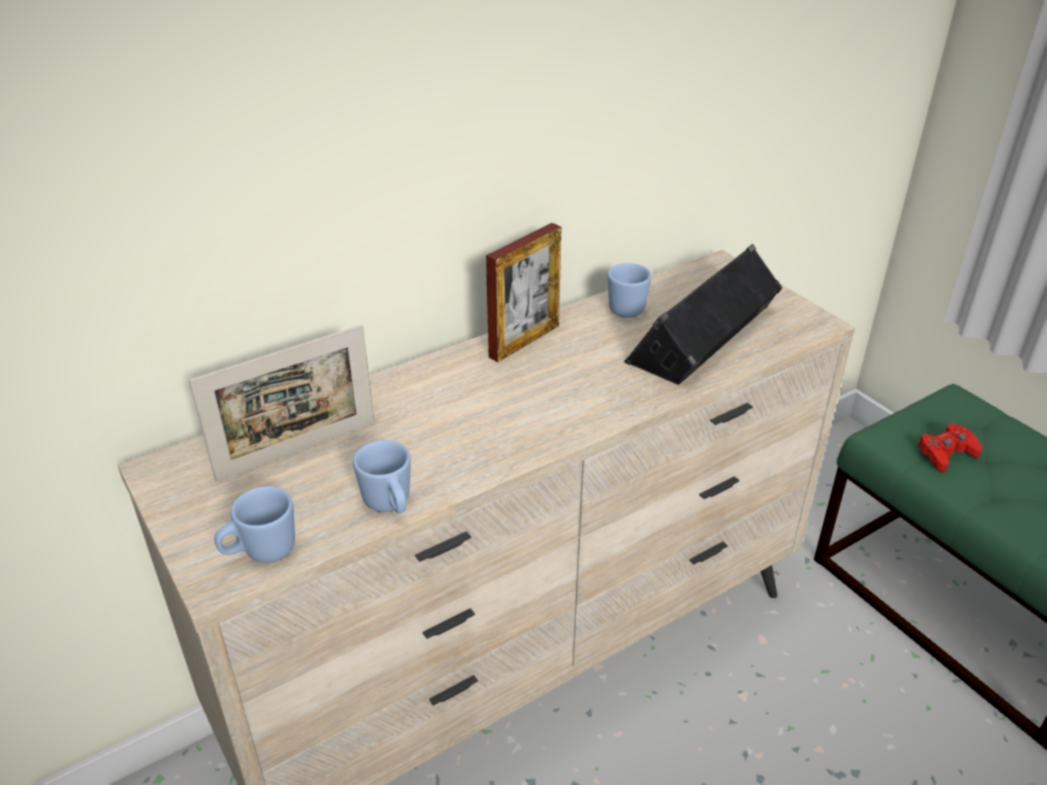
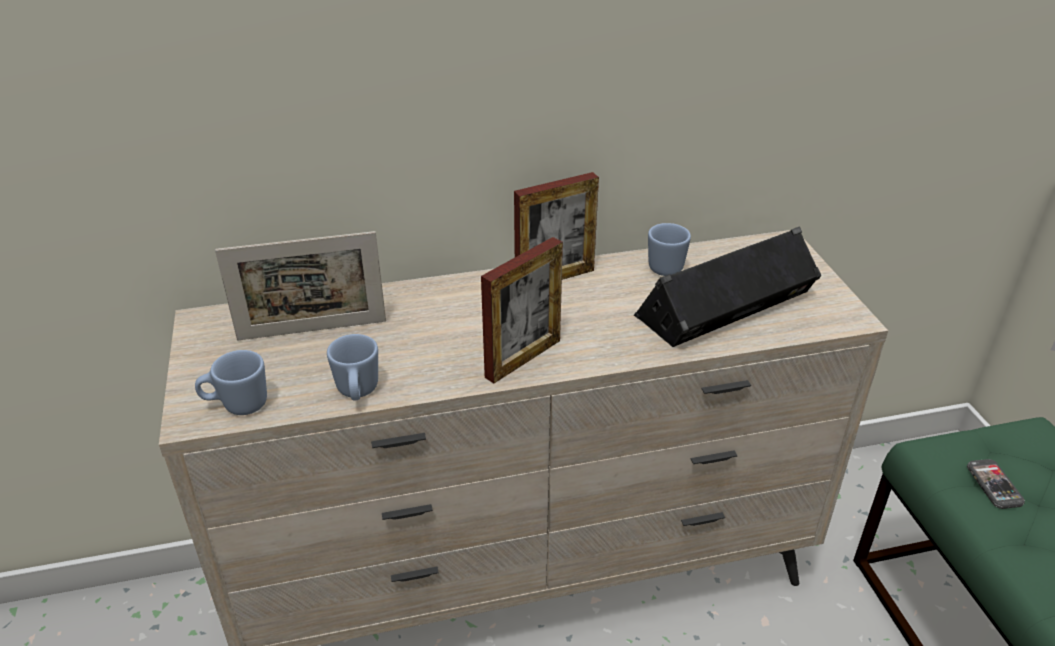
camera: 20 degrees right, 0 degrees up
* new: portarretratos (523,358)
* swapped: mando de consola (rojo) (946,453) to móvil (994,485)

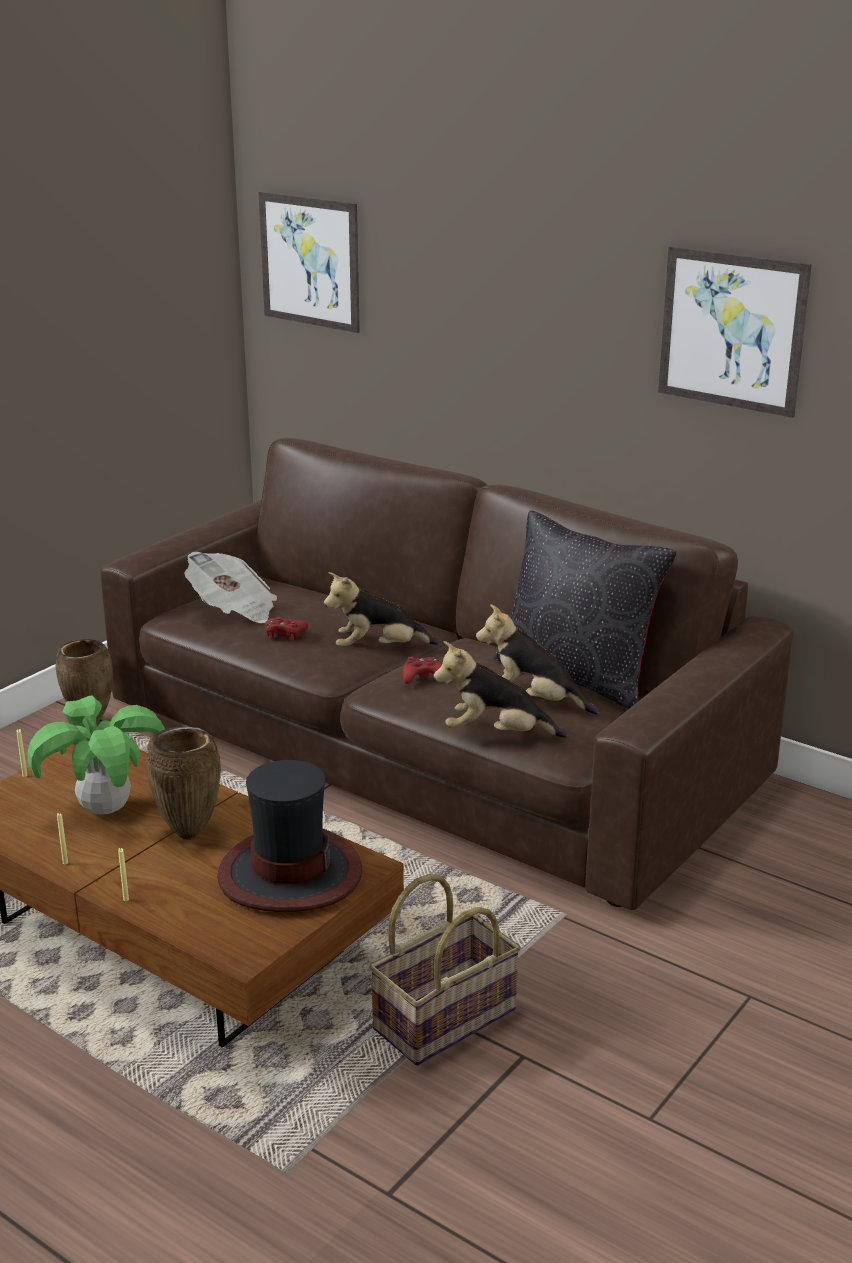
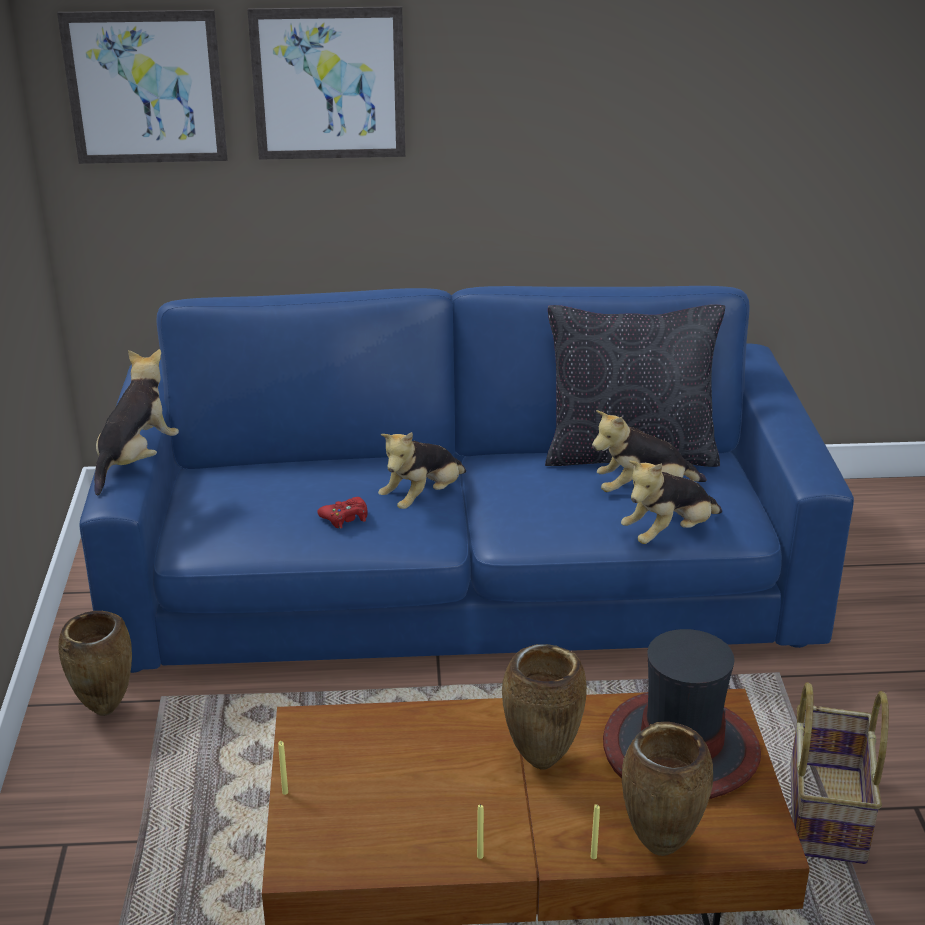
camera: 40 degrees left, 5 degrees up
* gone: planta en maceta (106,809)
* gone: periódico (233,609)
* gone: mando de consola (rojo) (423,677)
* new: peluche (136,460)
* new: florero (marrón) (658,848)
* shifted: cuadro (732,331) to (328,84)
* repainted: sofá (marrón) (426,744) to sofá (azul) (462,577)

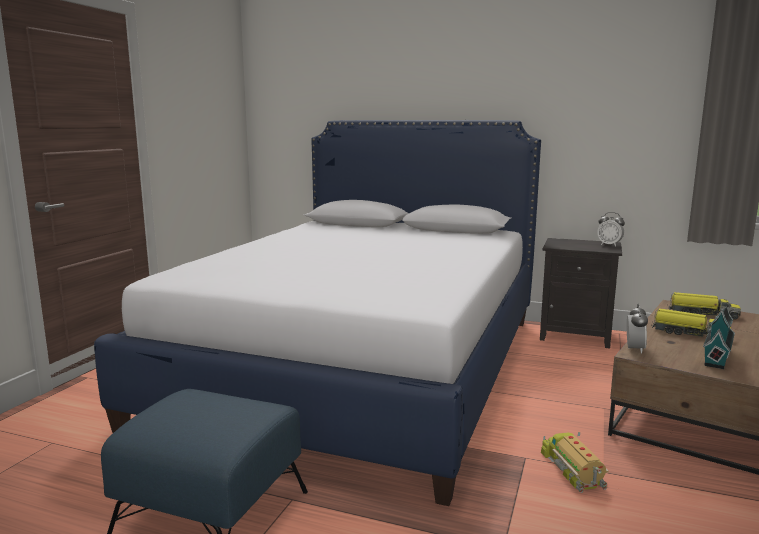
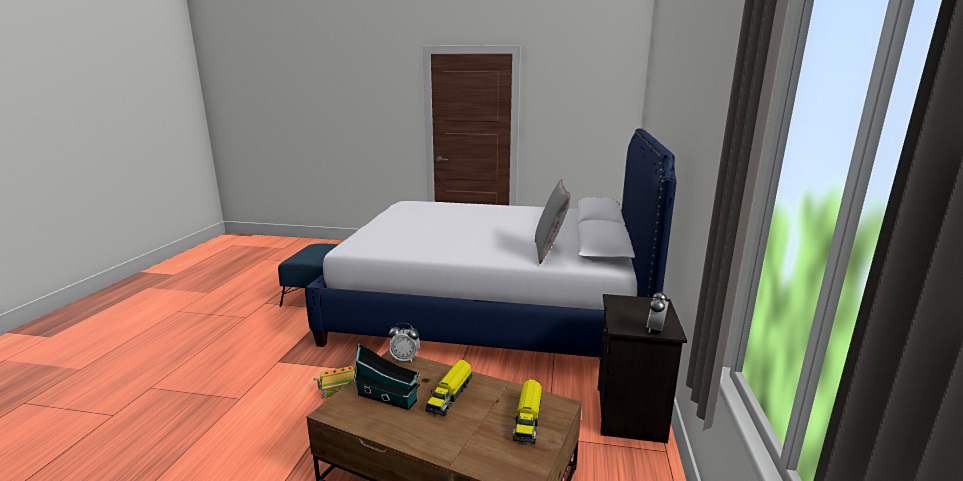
camera: 80 degrees right, 5 degrees up
* new: cojín (gris) (549,252)

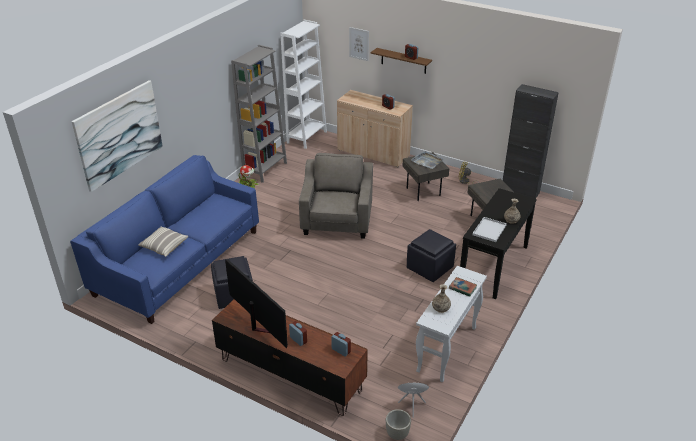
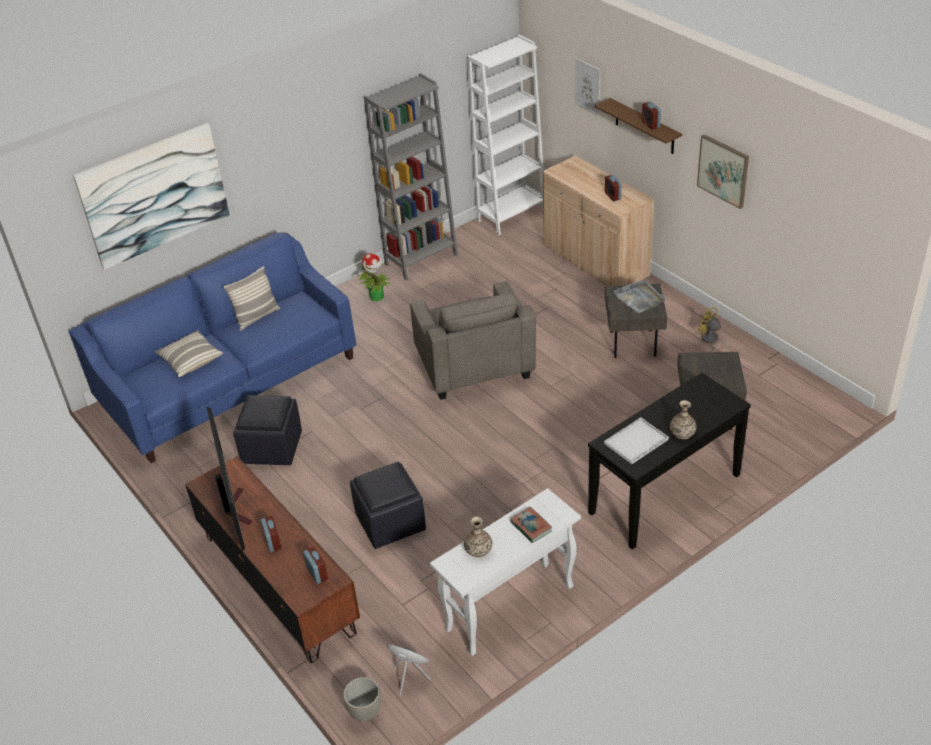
camera: 25 degrees right, 5 degrees up
* gone: armario (negro) (520,191)
* new: cojín (257,317)
* new: cuadro (723,170)
* shifted: puf (negro) (429,267) to (390,522)
* rotated: sillón (gris) (337,222) = (474,367) 135 degrees clockwise

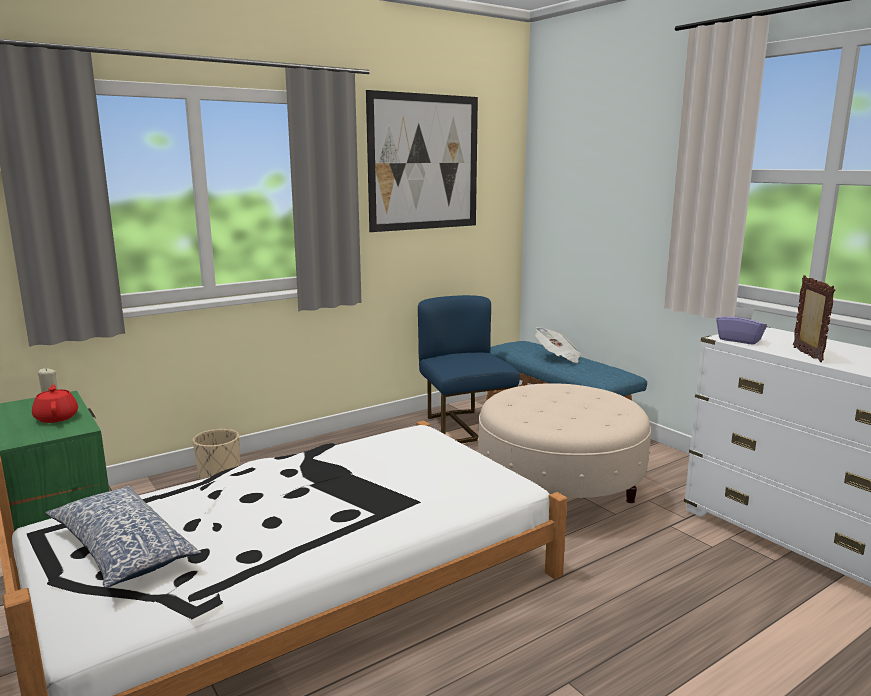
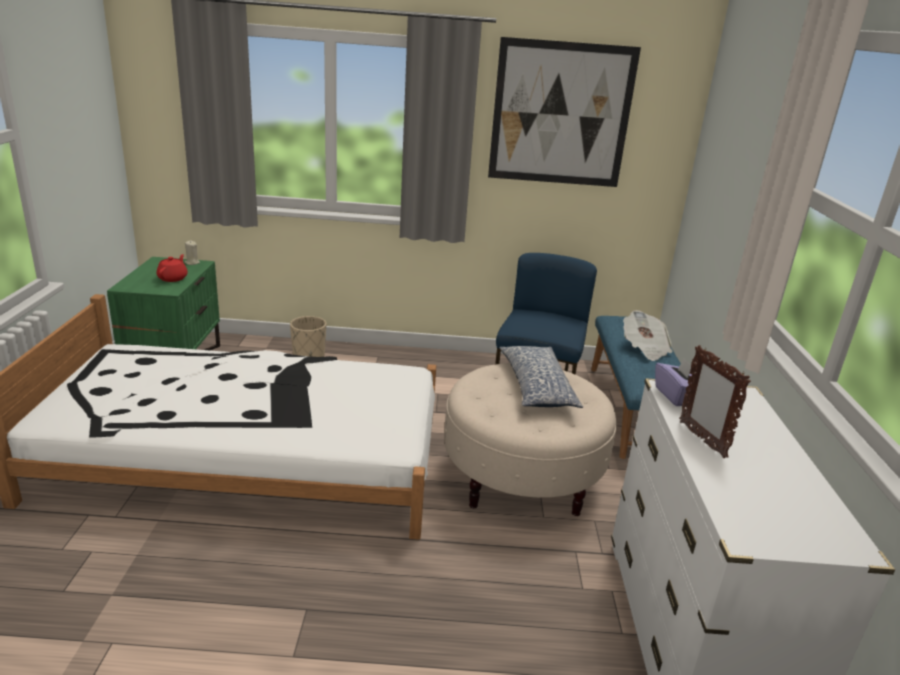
camera: 35 degrees right, 10 degrees up
* shifted: cojín (121,550) to (536,387)
* rotated: portarretratos (806,355) = (701,439) 120 degrees clockwise

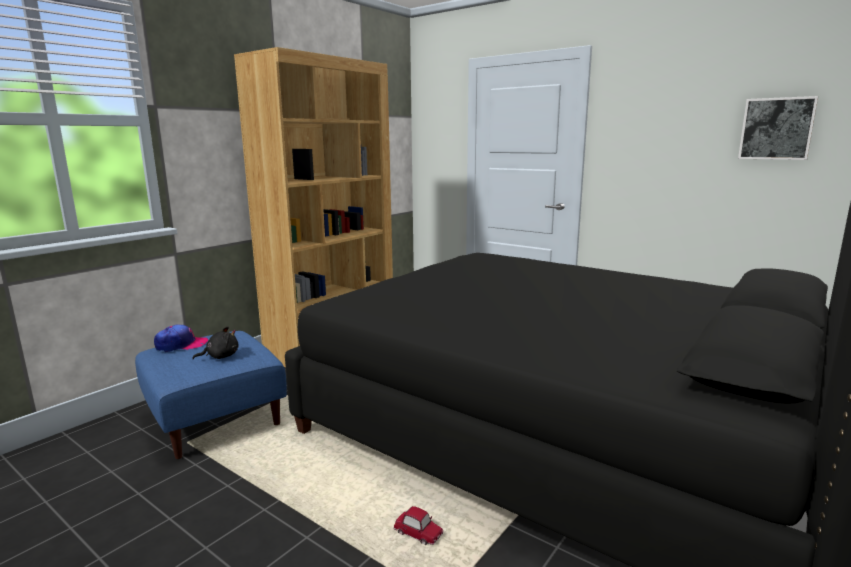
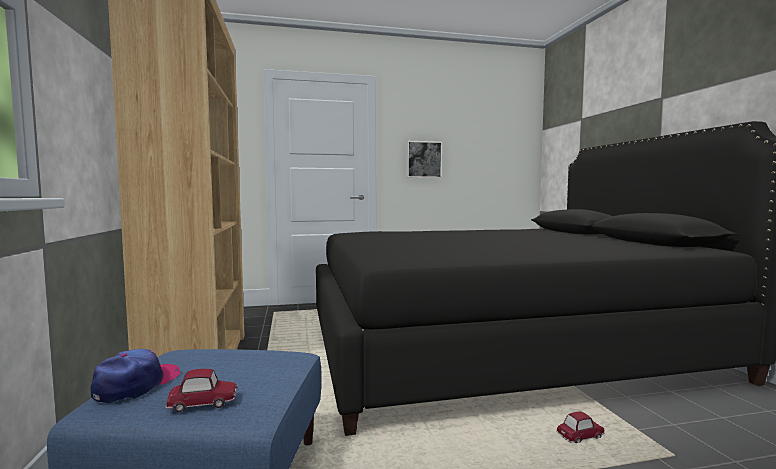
camera: 50 degrees left, 10 degrees down
* gone: peluche (negro) (220,356)
* new: coche de juguete (203,402)
* shifted: cuadro (776,128) to (423,159)

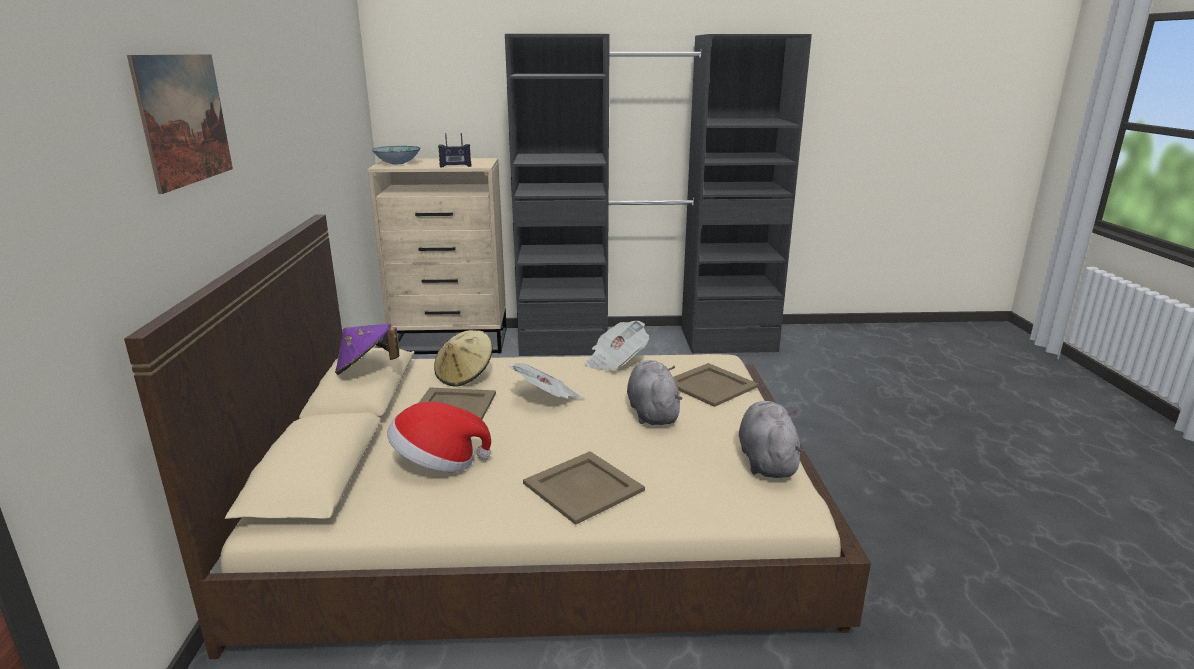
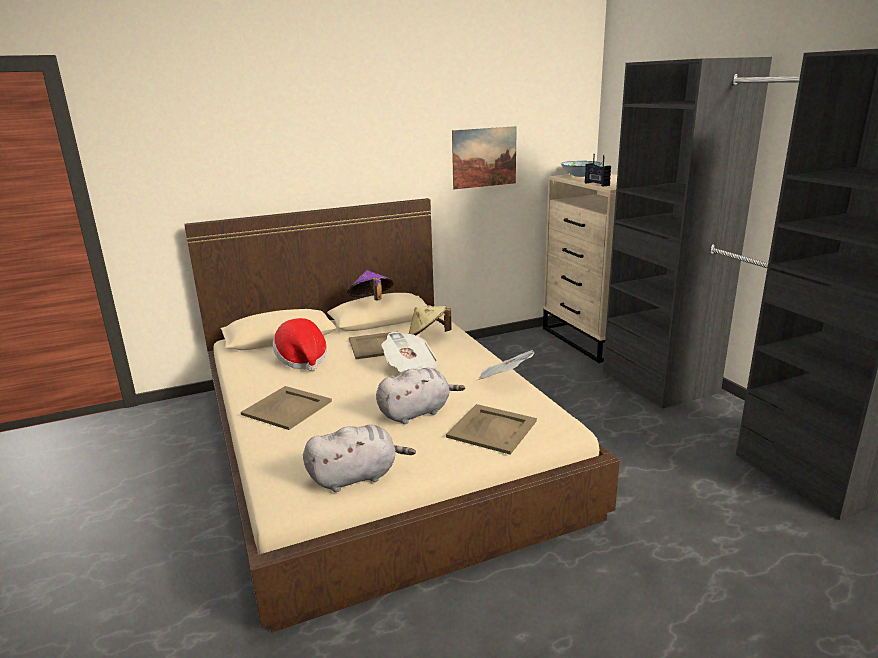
camera: 70 degrees right, 0 degrees up
* shifted: cuadro (184,119) to (484,157)

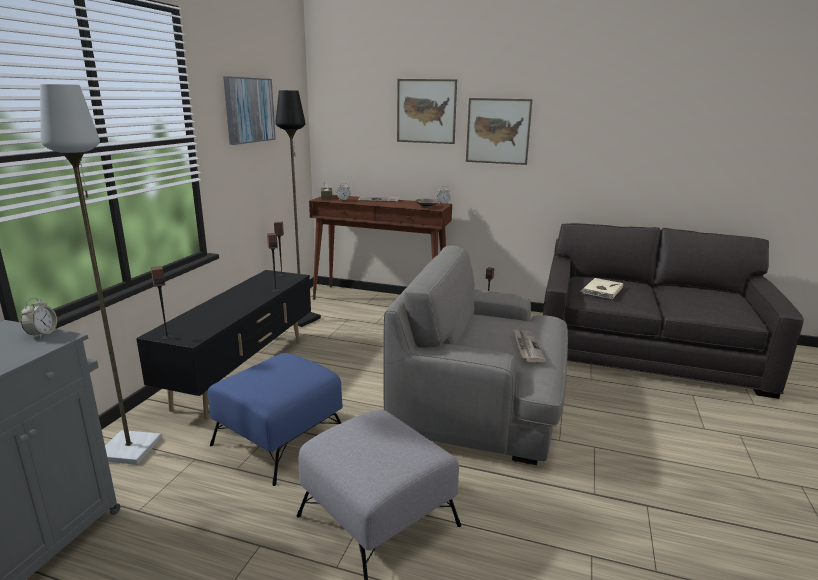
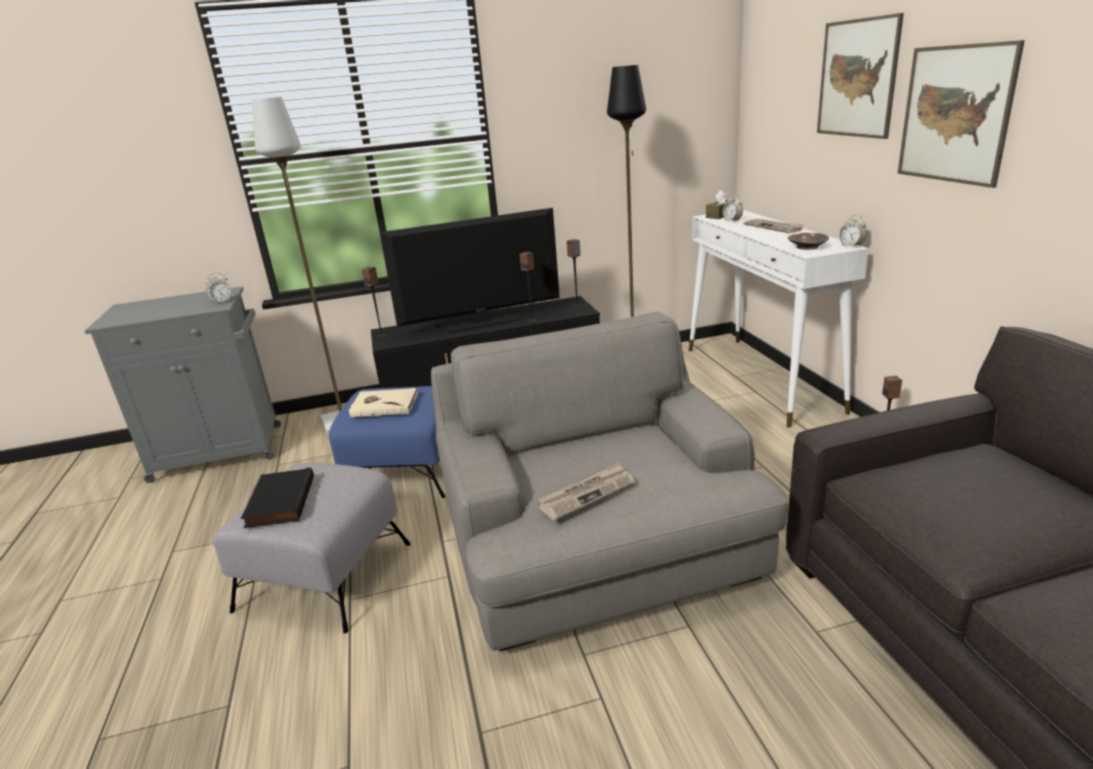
camera: 60 degrees right, 5 degrees up
* gone: cuadro (249,110)
* new: libro (negro) (279,501)
* new: televisor (481,322)
* shifted: libro (beis) (601,290) to (384,405)
* repainted: mesa consola (marrón) (381,300) to mesa consola (blanco) (760,379)

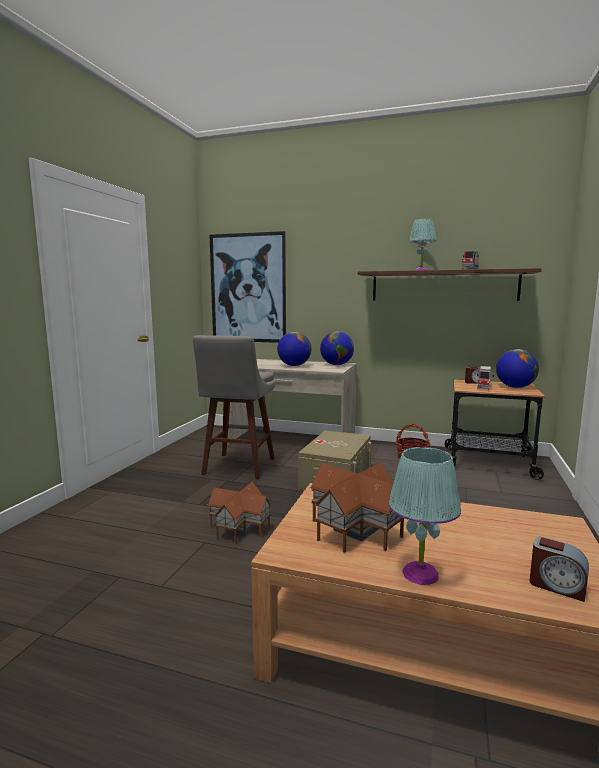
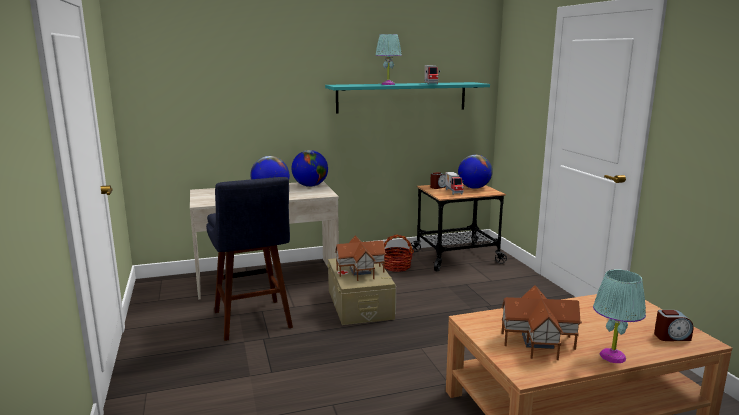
camera: 35 degrees left, 5 degrees up
* gone: cuadro (248,288)
* shifted: casita (239,527) to (359,271)
* repainted: taburete (gris) (237,468) to taburete (azul) (253,322)
* repainted: estante (marrón) (443,286) to estante (turquesa) (402,97)

